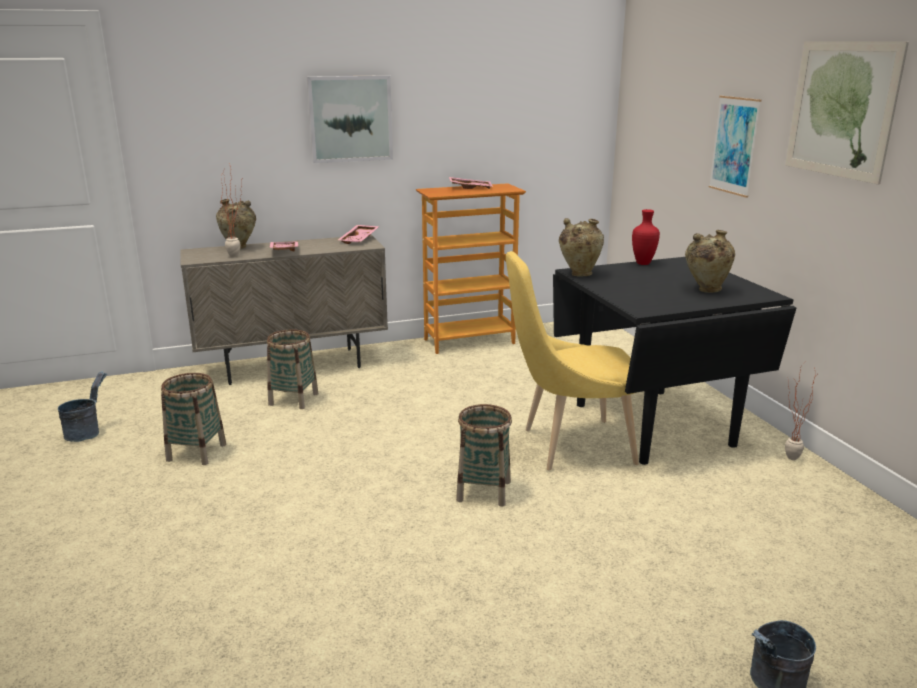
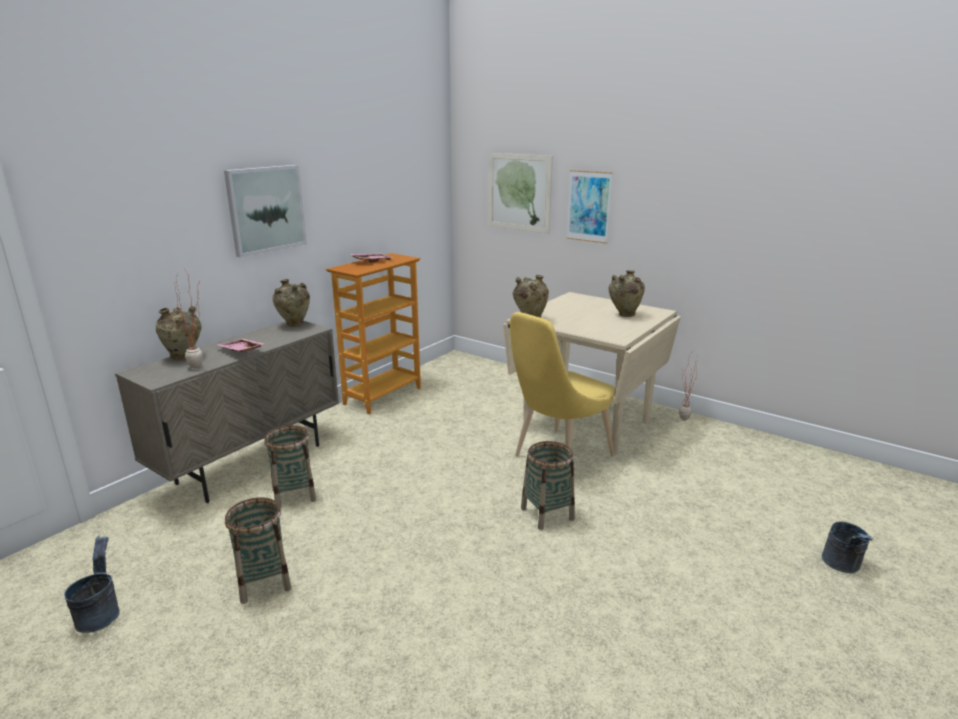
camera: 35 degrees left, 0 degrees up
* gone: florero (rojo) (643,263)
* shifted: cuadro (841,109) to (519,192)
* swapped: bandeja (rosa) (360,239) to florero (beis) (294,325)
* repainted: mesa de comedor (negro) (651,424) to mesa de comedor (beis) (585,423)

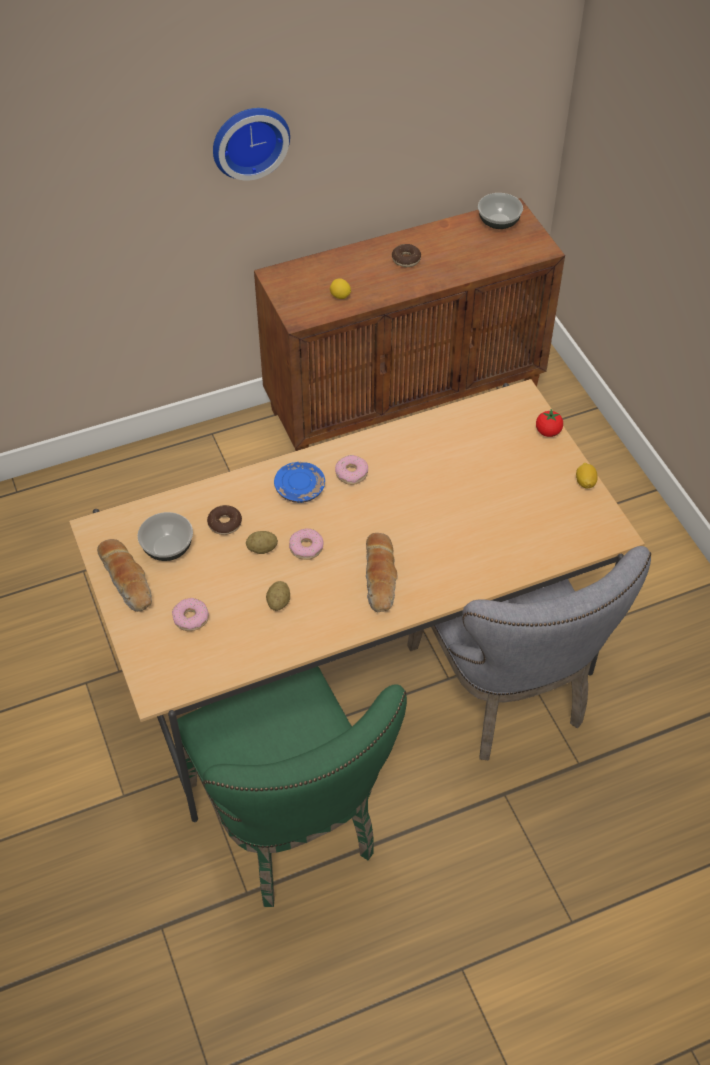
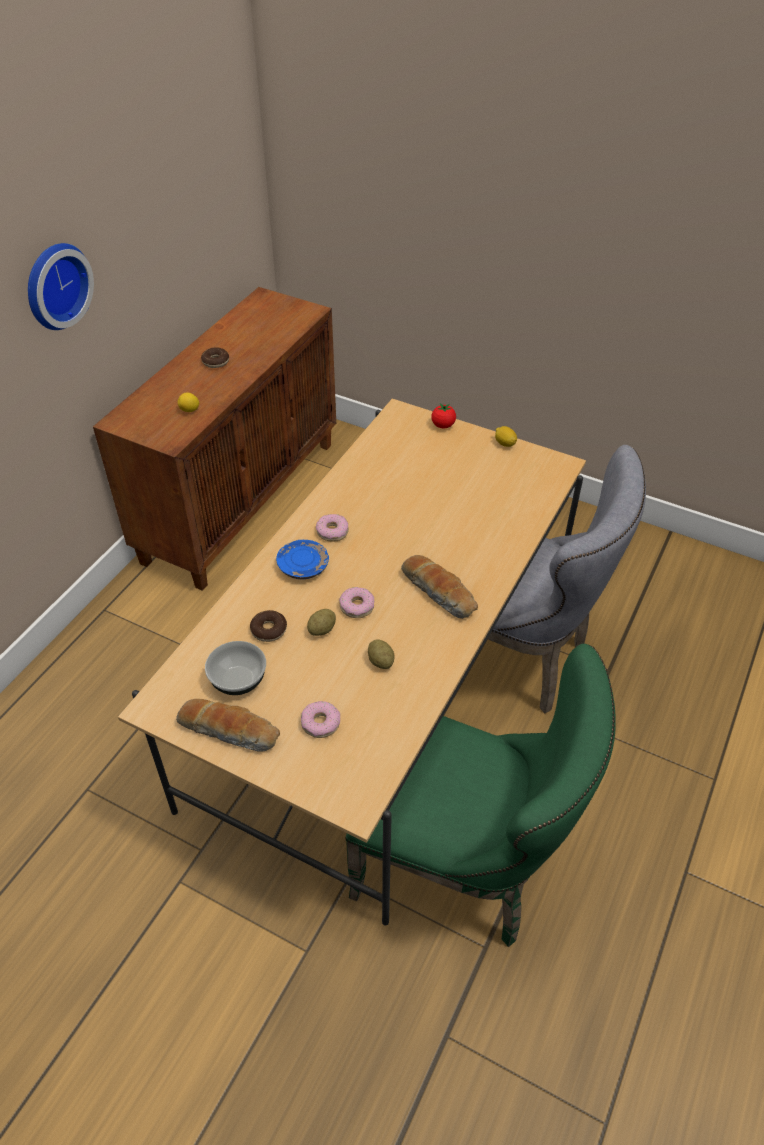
camera: 40 degrees left, 5 degrees down
* gone: cuenco (498,222)

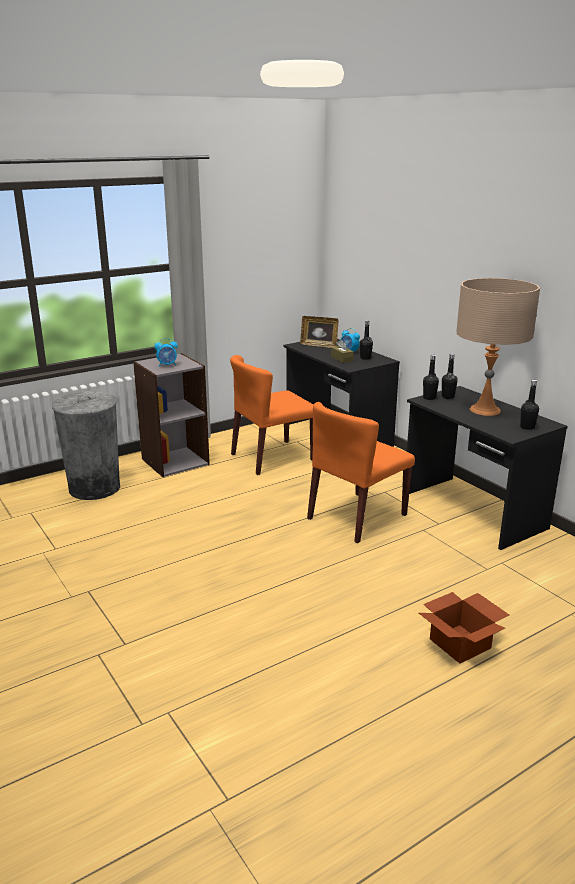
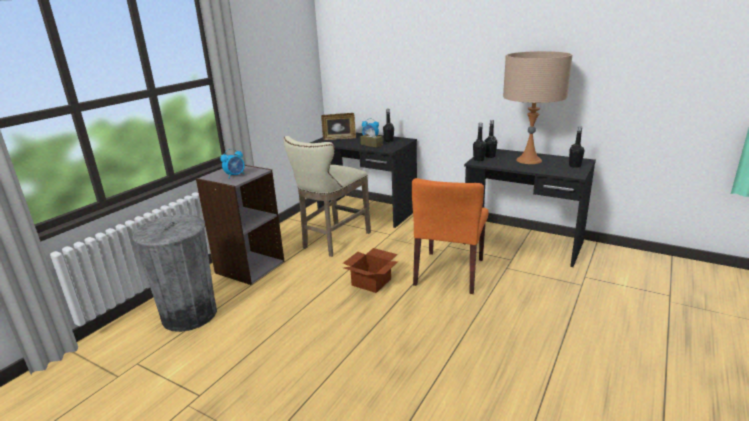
camera: 25 degrees left, 0 degrees up
* shifted: caja de cartón (461,644) to (372,282)
* swapped: silla (naranja) (272,457) to taburete (beis) (332,241)

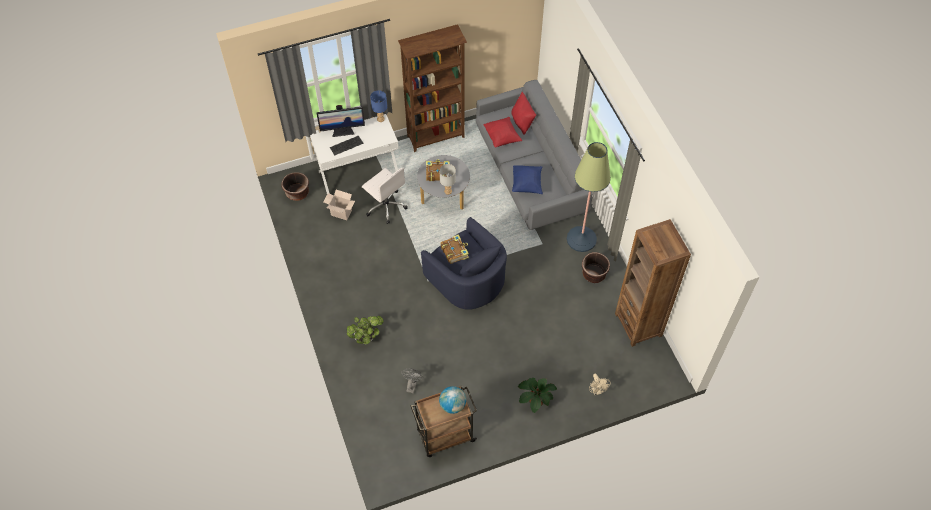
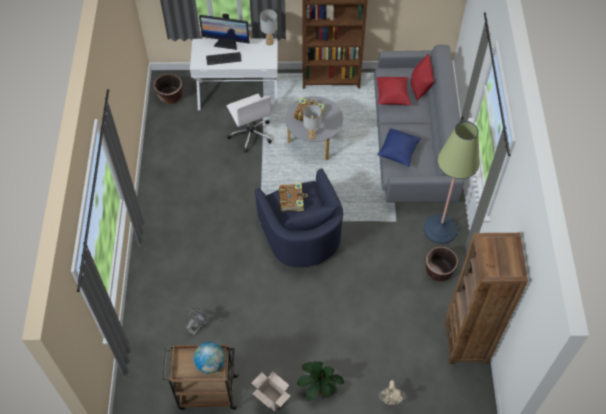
camera: 20 degrees right, 0 degrees up
* gone: planta en maceta (366,337)
* shifted: caja de cartón (340,213) to (270,398)
* repainted: lámpara de mesa (azul) (380,119) to lámpara de mesa (gris) (269,42)

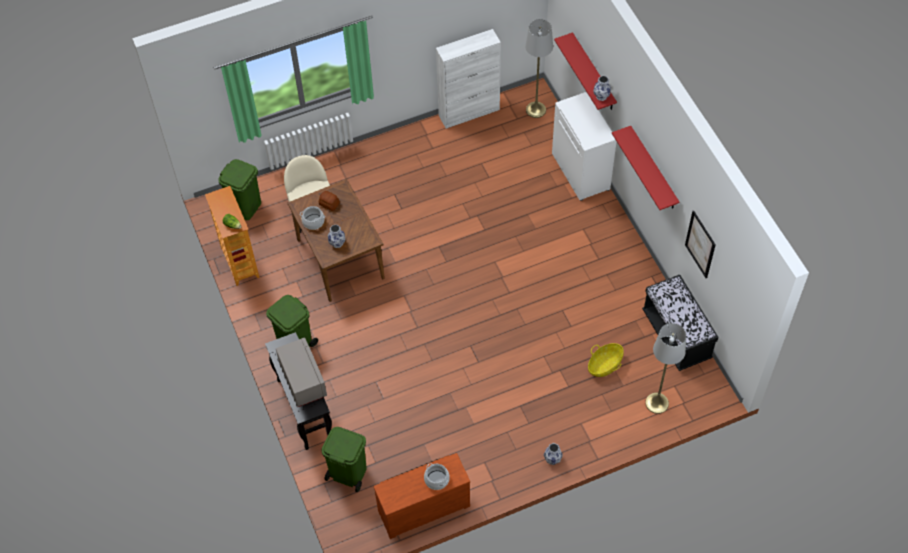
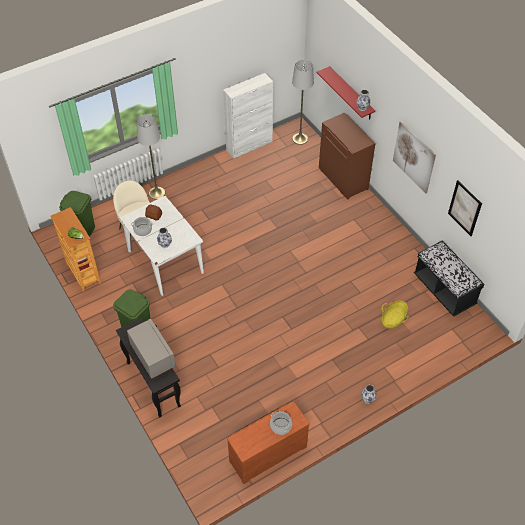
camera: 10 degrees left, 5 degrees down
* gone: papelera (verde) (348,472)
* shifted: lámpara de pie (gris) (657,403) to (157,193)
* swapped: estante (rojo) (653,169) to cuadro (414,157)
* repainted: mesa de comedor (marrón) (340,259) to mesa de comedor (blanco) (166,262)
* repainted: armario (blanco) (581,172) to armario (marrón) (343,179)

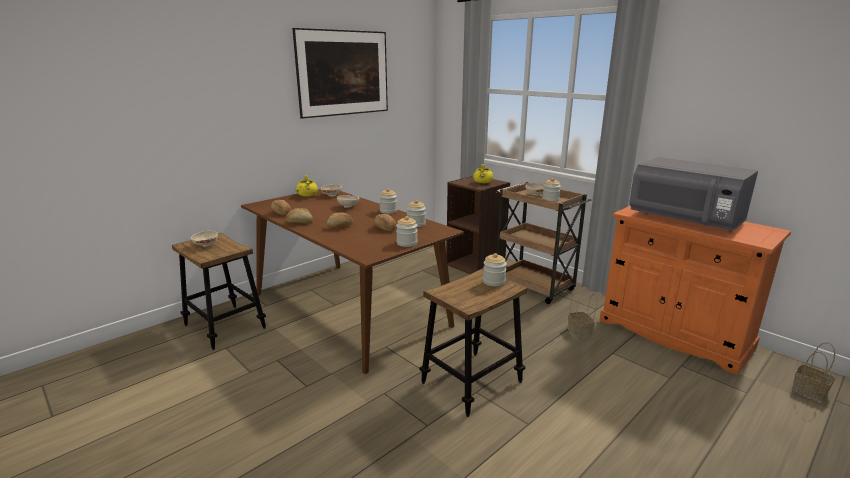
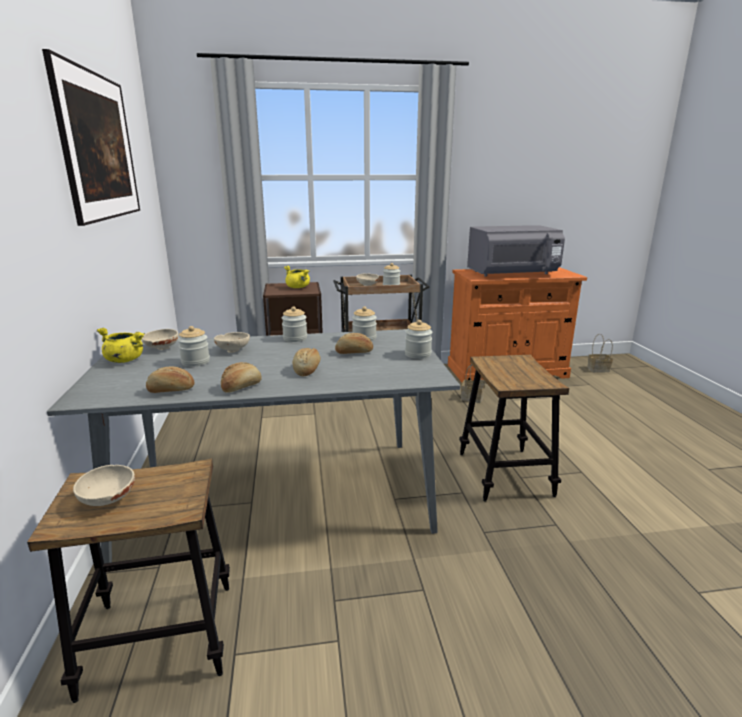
camera: 55 degrees left, 0 degrees up
* shifted: tarro (494,281) to (195,362)
* repainted: mesa de comedor (marrón) (348,309) to mesa de comedor (gris) (278,496)

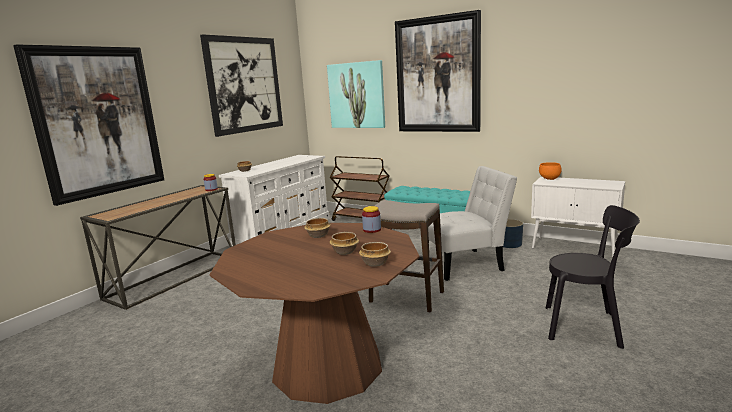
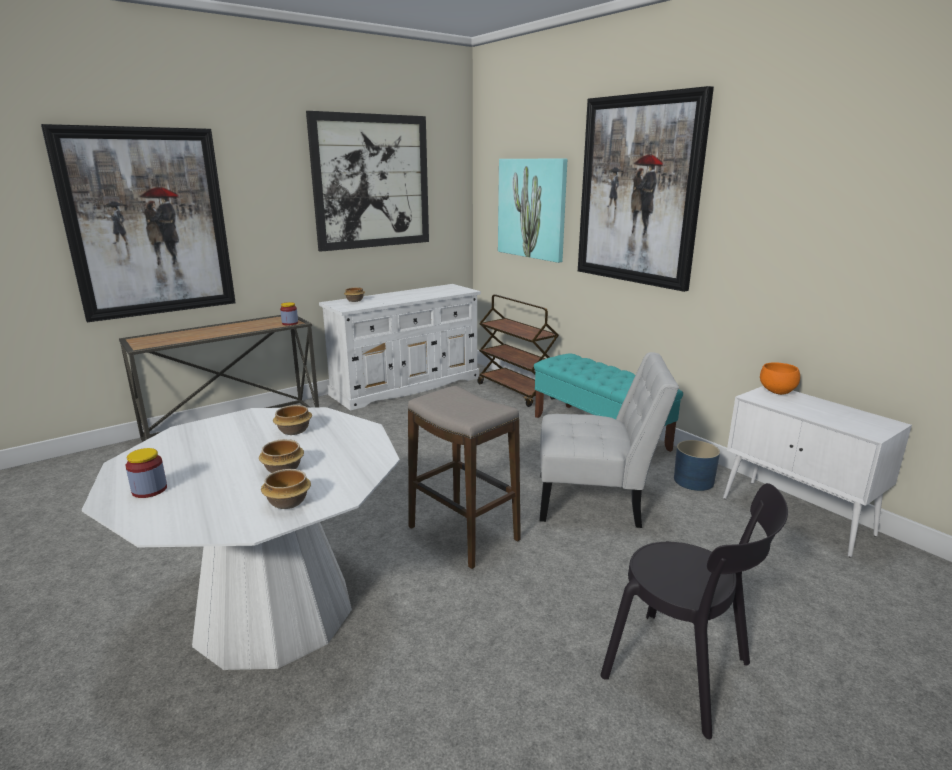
camera: 20 degrees right, 5 degrees up
* shifted: tarro (372,230) to (149,490)
* repainted: mesa de comedor (marrón) (327,366) to mesa de comedor (blanco) (274,611)

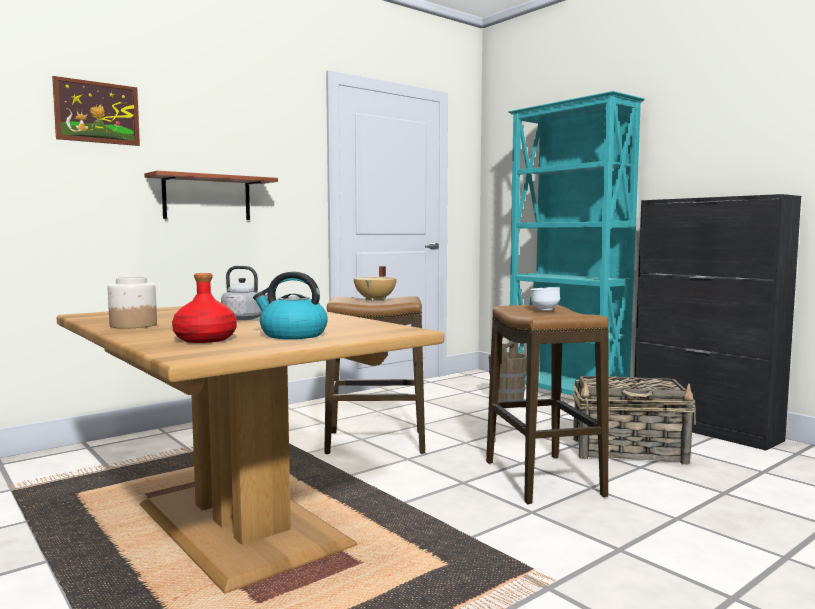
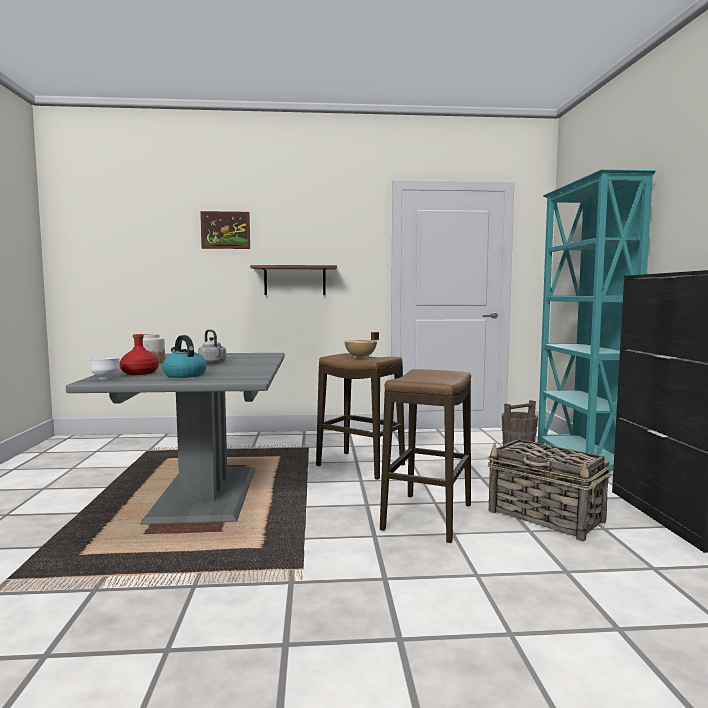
camera: 35 degrees right, 0 degrees up
* shifted: cuenco (blanco) (544,310) to (105,378)
* repainted: mesa de comedor (marrón) (238,525) to mesa de comedor (gris) (203,494)

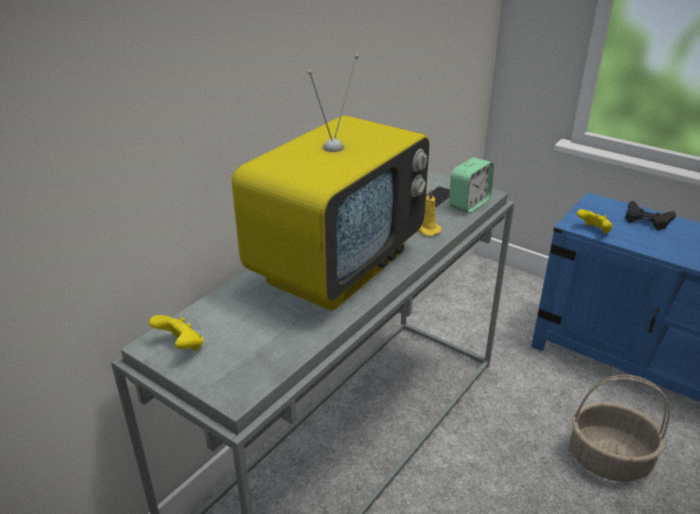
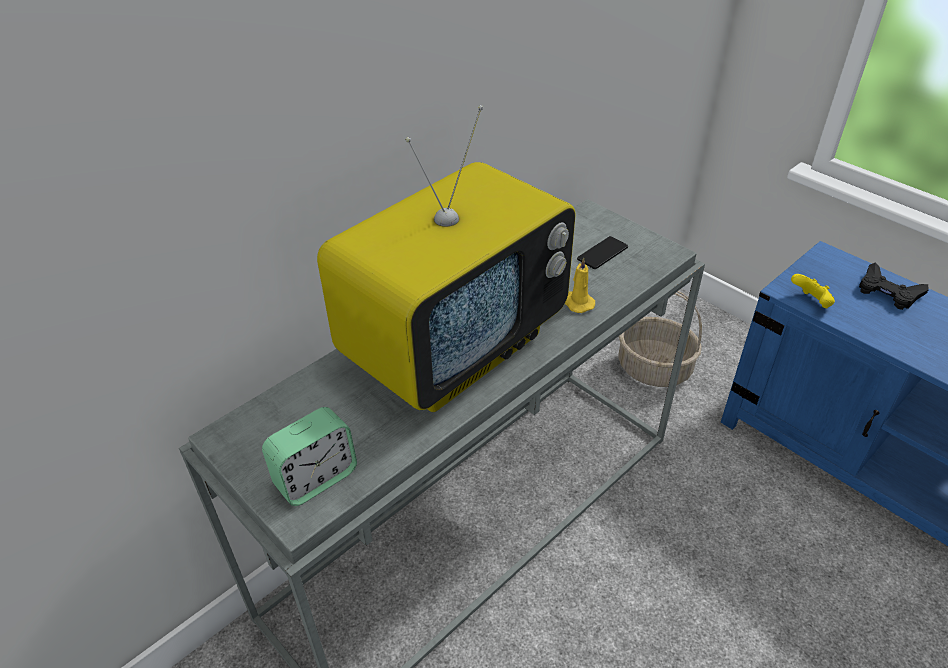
camera: 10 degrees right, 10 degrees up
* gone: mando de consola (amarillo) (181,347)
* shifted: despertador (469,204) to (316,478)
* shifted: cesta (609,458) to (655,368)

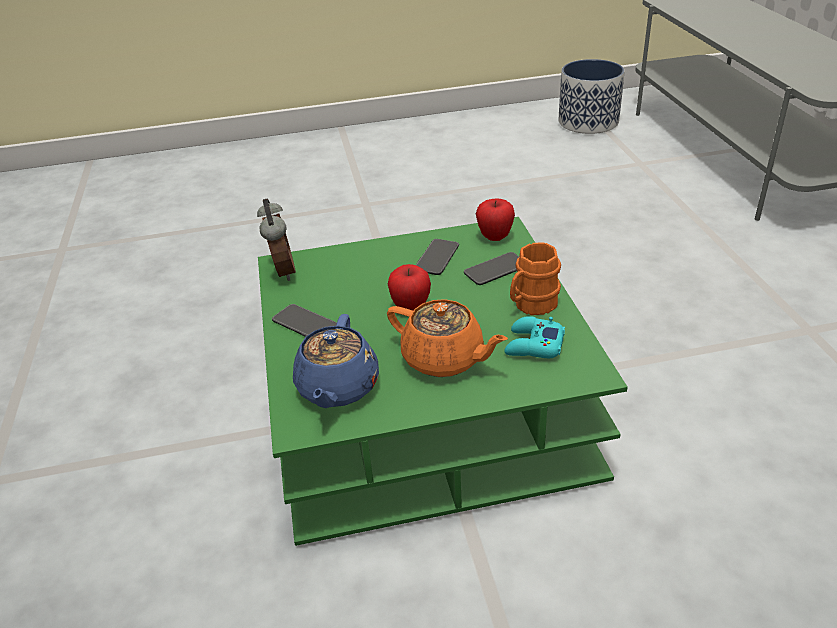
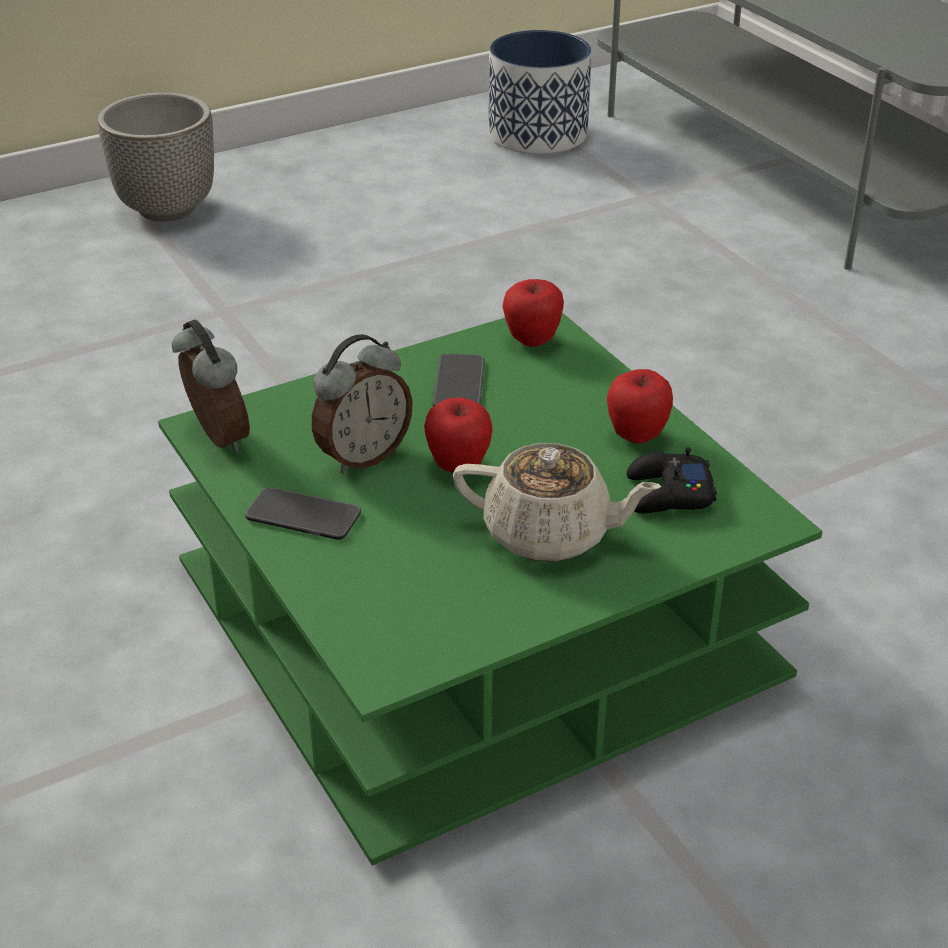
camera: 20 degrees left, 0 degrees up
* gone: tetera (azul) (337,388)
* gone: móvil (495,270)
* new: maceta (168,209)
* new: despertador (362,456)
* swapped: taza grande (naranja) (531,305) to manzana (637,436)
* repainted: tetera (naranja) (444,359) to tetera (beis) (550,534)
* repainted: mando de consola (turquesa) (533,345) to mando de consola (negro) (668,494)

